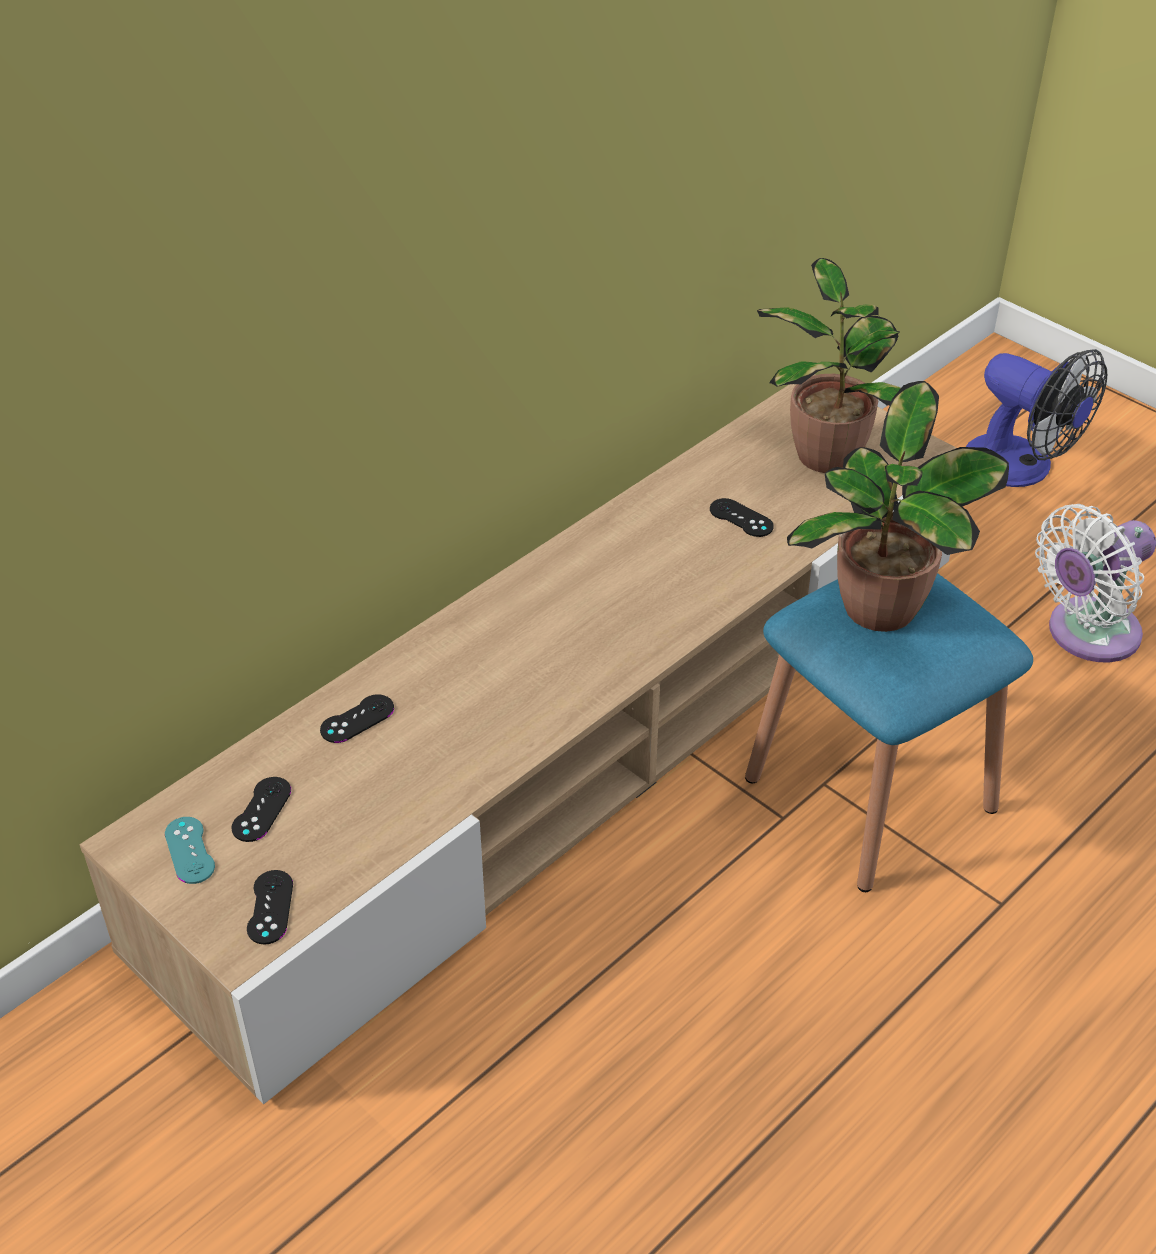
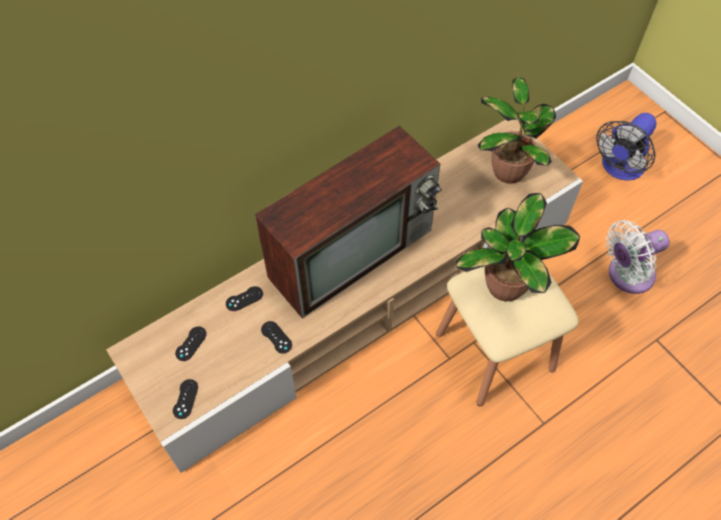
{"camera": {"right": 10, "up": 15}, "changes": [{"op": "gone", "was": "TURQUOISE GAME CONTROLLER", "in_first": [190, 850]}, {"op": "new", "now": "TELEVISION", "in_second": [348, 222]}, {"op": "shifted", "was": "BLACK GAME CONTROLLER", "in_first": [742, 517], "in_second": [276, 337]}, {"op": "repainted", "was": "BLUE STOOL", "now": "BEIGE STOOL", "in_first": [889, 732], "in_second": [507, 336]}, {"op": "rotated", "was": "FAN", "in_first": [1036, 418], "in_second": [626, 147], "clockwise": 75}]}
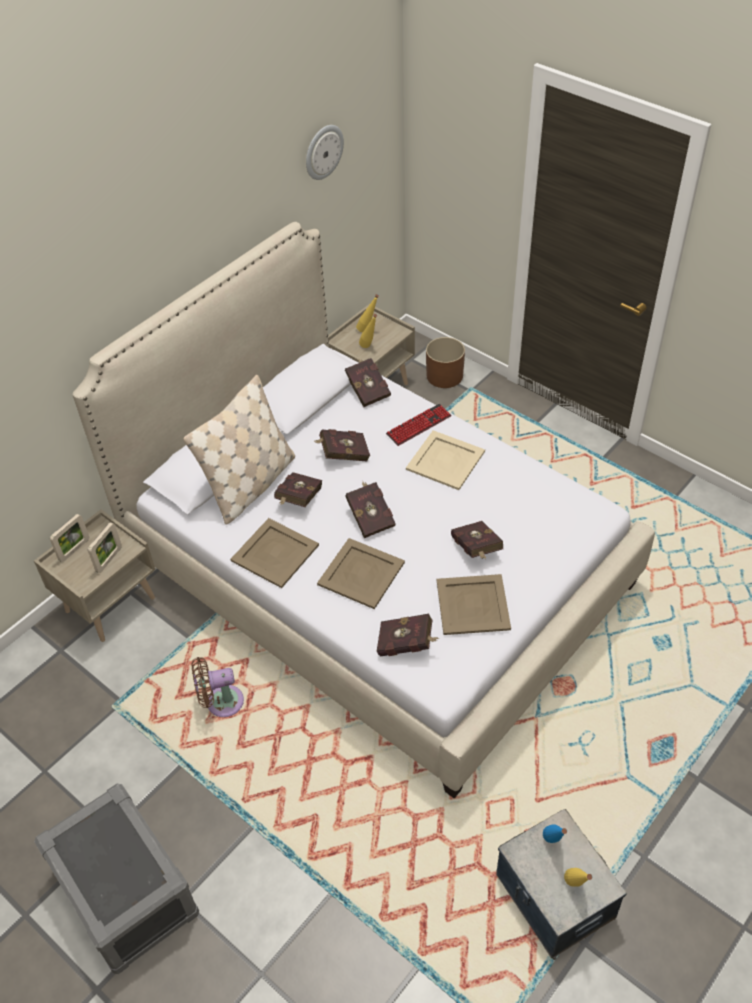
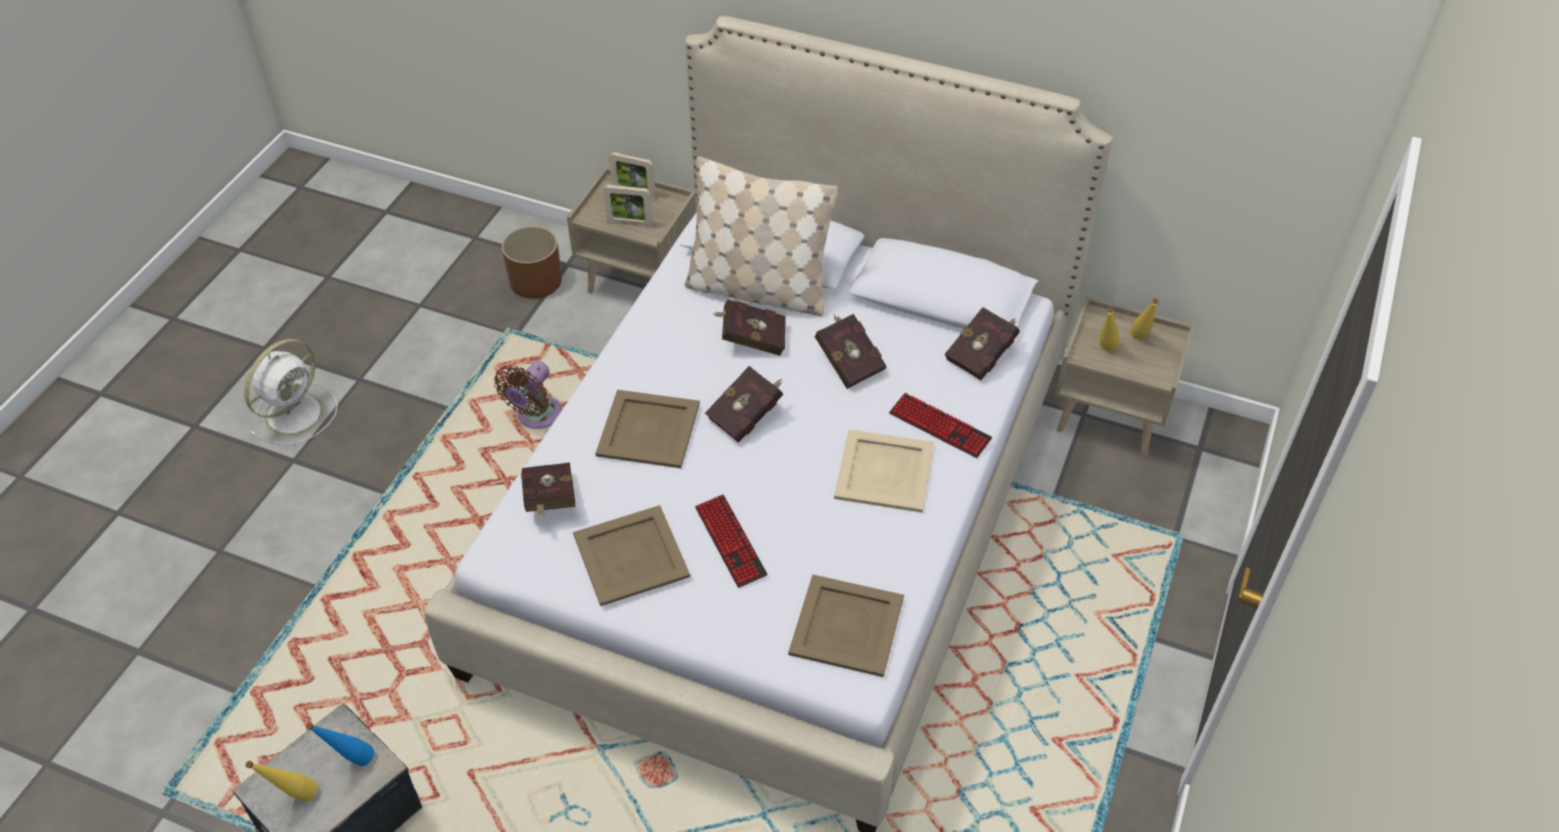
{"camera": {"right": 70, "up": 0}, "changes": [{"op": "gone", "was": "WALL CLOCK", "in_first": [325, 152]}, {"op": "shifted", "was": "BEIGE TRAY", "in_first": [274, 553], "in_second": [846, 625]}, {"op": "shifted", "was": "BROWN PLANTER", "in_first": [445, 362], "in_second": [532, 262]}, {"op": "swapped", "was": "GREY STORAGE BOX", "now": "WHITE FAN", "in_first": [116, 879], "in_second": [291, 392]}, {"op": "swapped", "was": "RED BOOK", "now": "KEYBOARD", "in_first": [477, 540], "in_second": [731, 541]}, {"op": "rotated", "was": "BROWN FAN", "in_first": [218, 687], "in_second": [528, 395], "clockwise": -120}]}
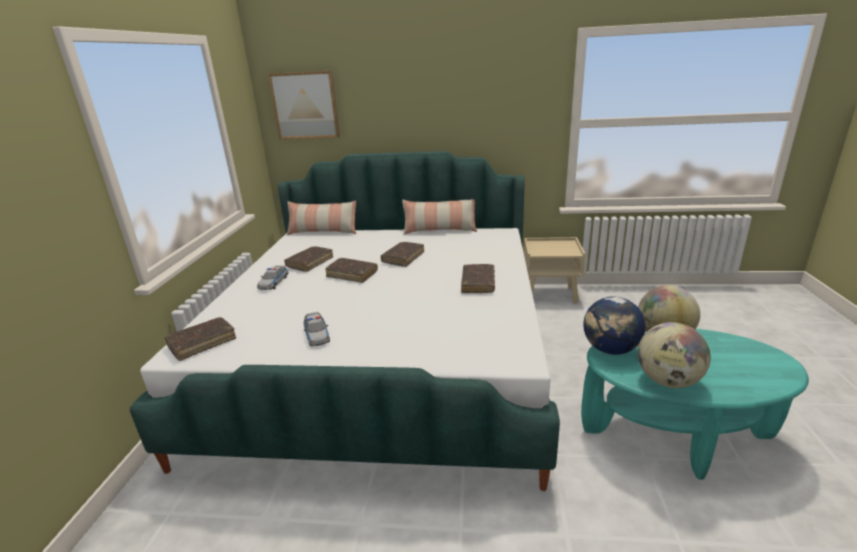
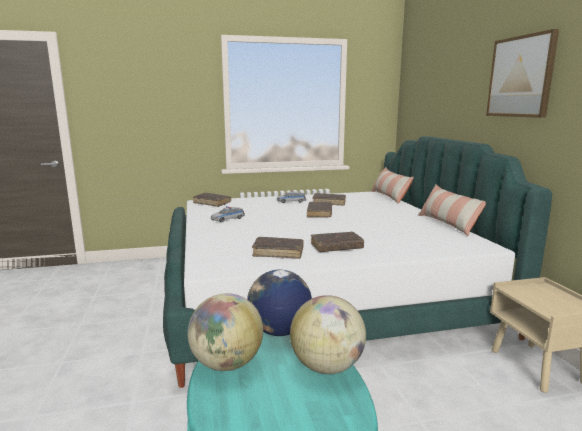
{"camera": {"right": 70, "up": -10}, "changes": [{"op": "shifted", "was": "PICTURE", "in_first": [304, 105], "in_second": [522, 73]}, {"op": "shifted", "was": "BROWN BOOK", "in_first": [402, 254], "in_second": [278, 248]}]}
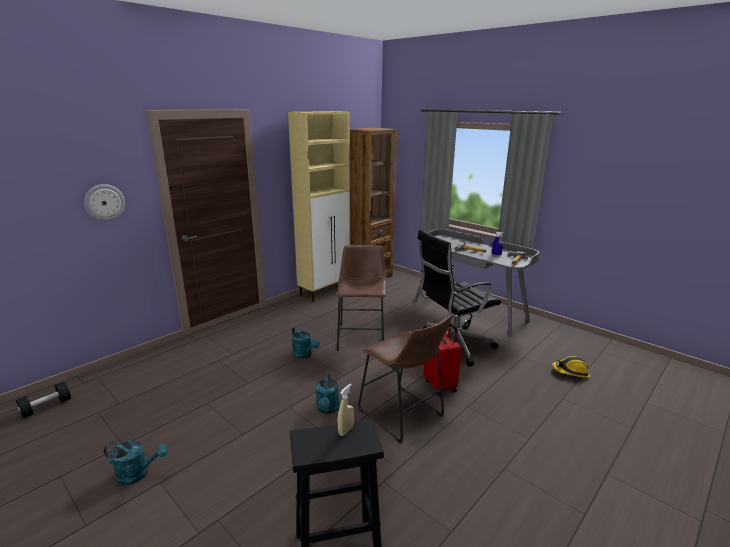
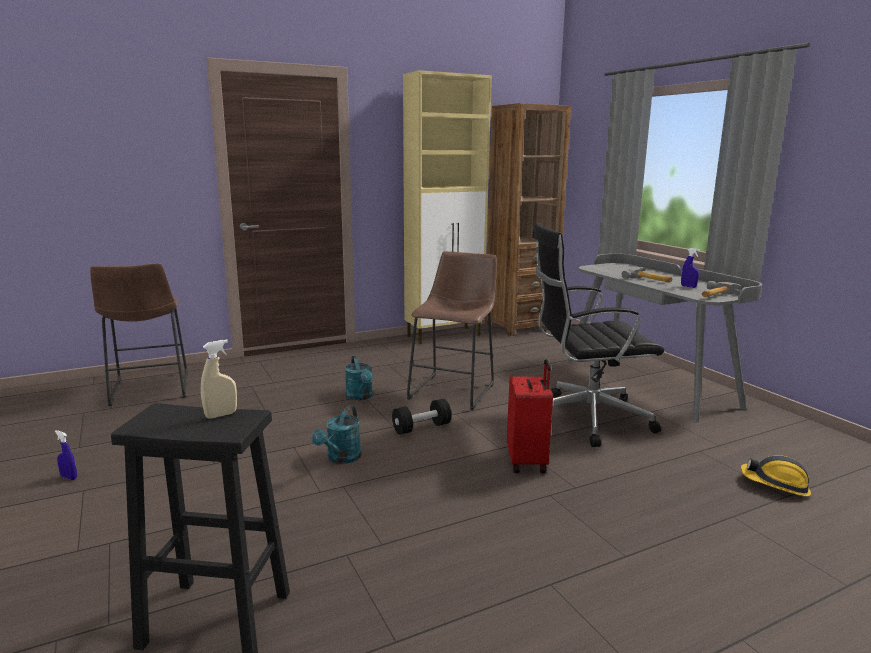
{"camera": {"right": 20, "up": -5}, "changes": [{"op": "gone", "was": "WALL CLOCK", "in_first": [104, 202]}, {"op": "shifted", "was": "BLACK DUMBBELL", "in_first": [43, 399], "in_second": [421, 417]}, {"op": "shifted", "was": "BROWN STOOL", "in_first": [405, 379], "in_second": [139, 334]}, {"op": "swapped", "was": "TURQUOISE WATERING CAN", "now": "BLUE SPRAY BOTTLE", "in_first": [136, 463], "in_second": [66, 455]}]}
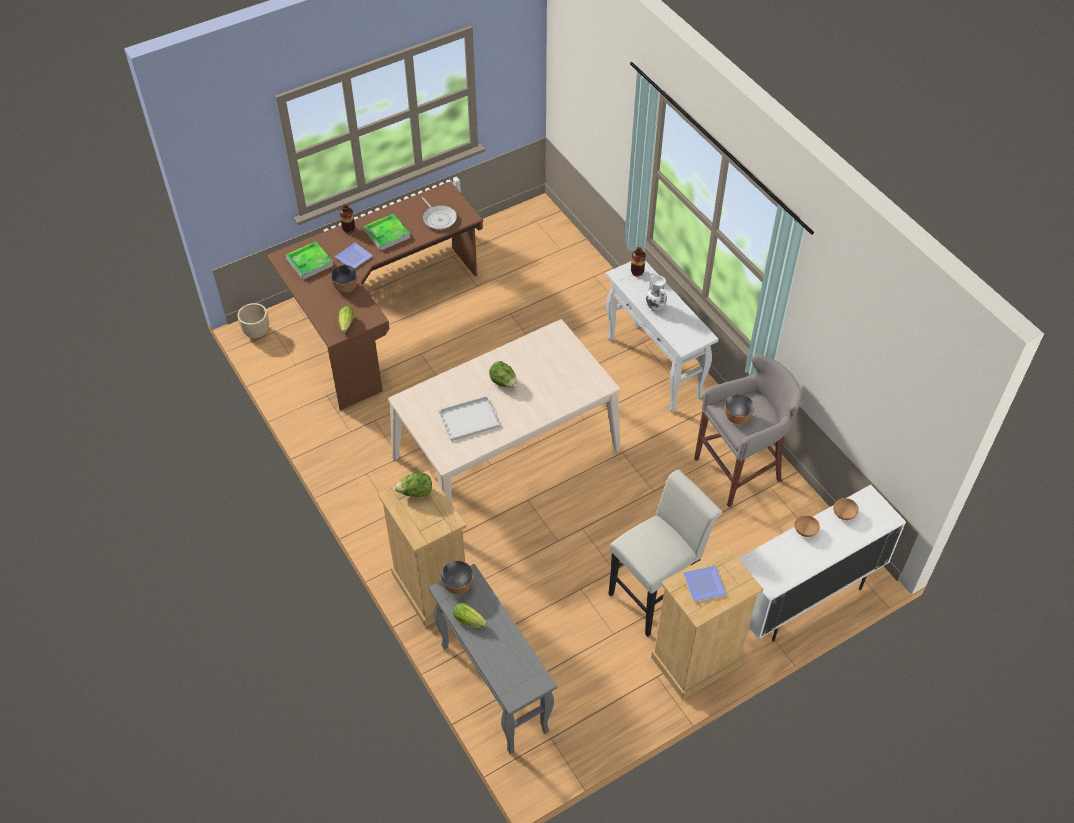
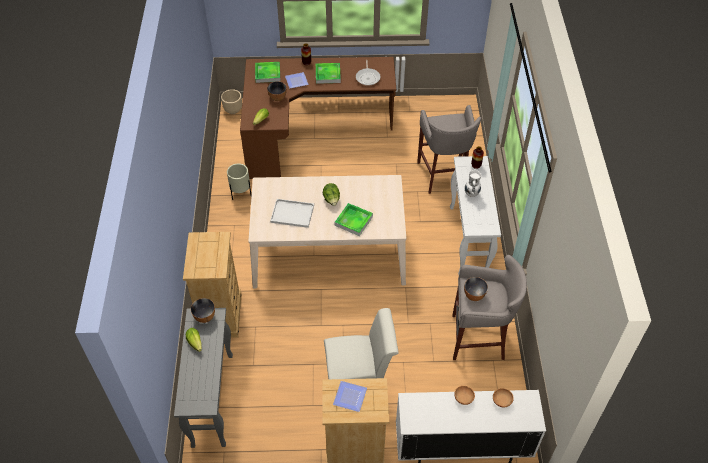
{"camera": {"right": 30, "up": 0}, "changes": [{"op": "gone", "was": "LETTUCE", "in_first": [413, 484]}, {"op": "new", "now": "BEIGE PLANTER", "in_second": [239, 181]}, {"op": "new", "now": "TRAY", "in_second": [353, 219]}, {"op": "new", "now": "GREY STOOL", "in_second": [449, 149]}]}
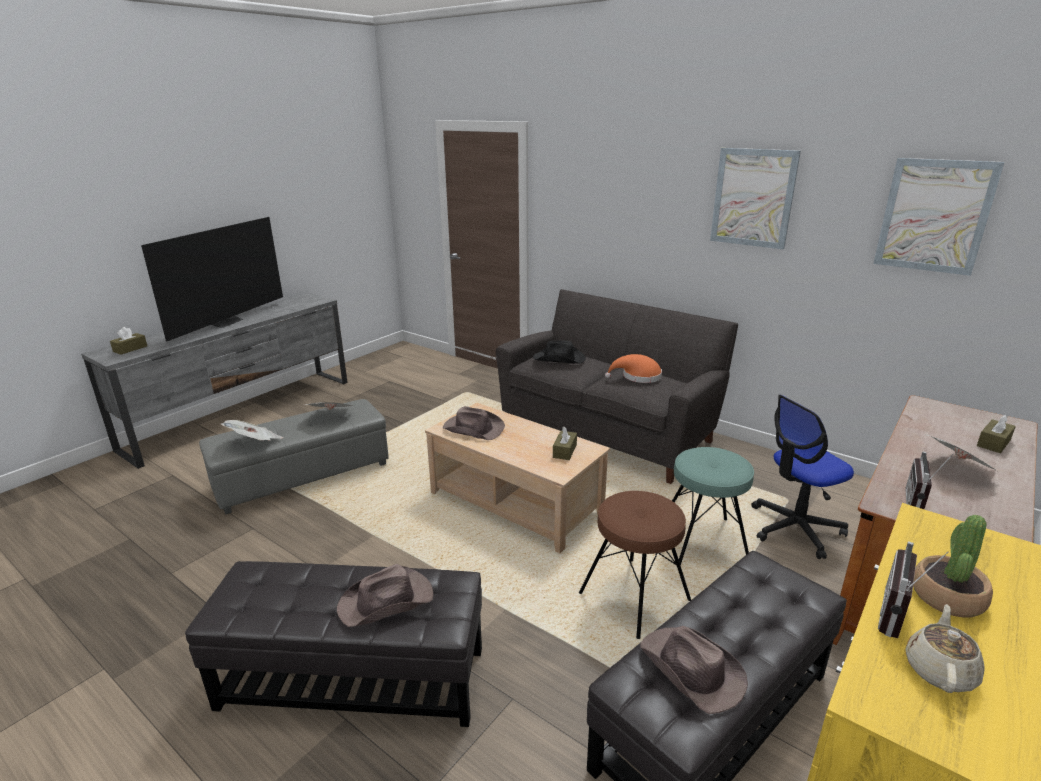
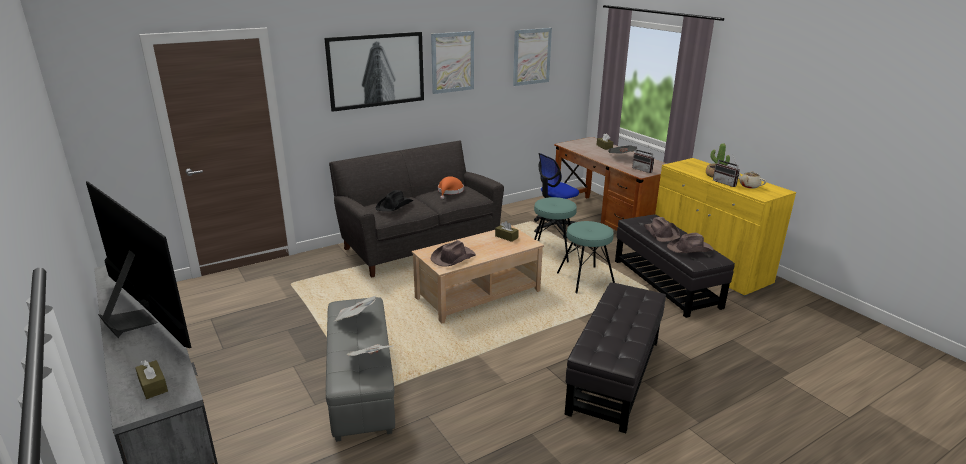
{"camera": {"right": -70, "up": 0}, "changes": [{"op": "new", "now": "PICTURE", "in_second": [374, 72]}, {"op": "shifted", "was": "BROWN HAT", "in_first": [385, 595], "in_second": [662, 229]}, {"op": "repainted", "was": "BROWN STOOL", "now": "TURQUOISE STOOL", "in_first": [635, 565], "in_second": [586, 257]}, {"op": "rotated", "was": "OFFICE CHAIR", "in_first": [802, 477], "in_second": [556, 195], "clockwise": 60}]}
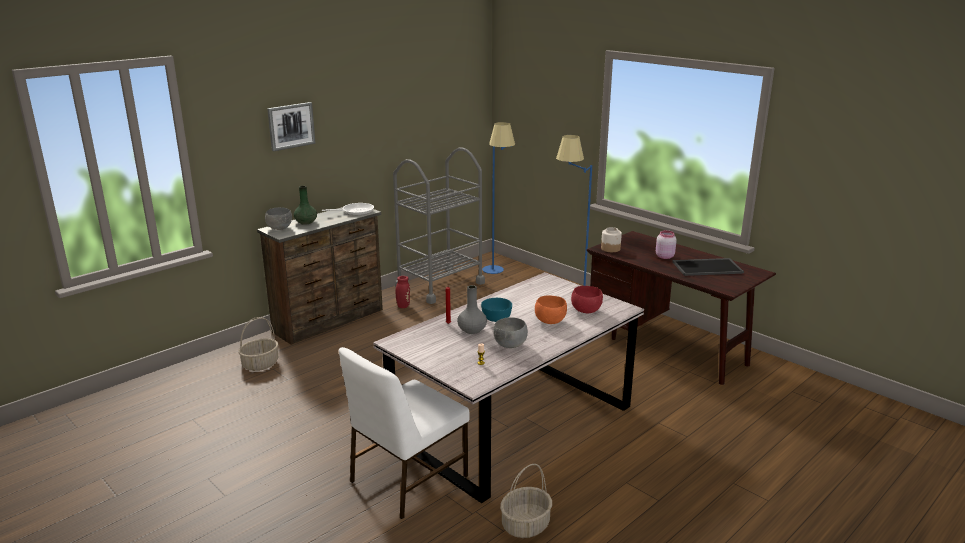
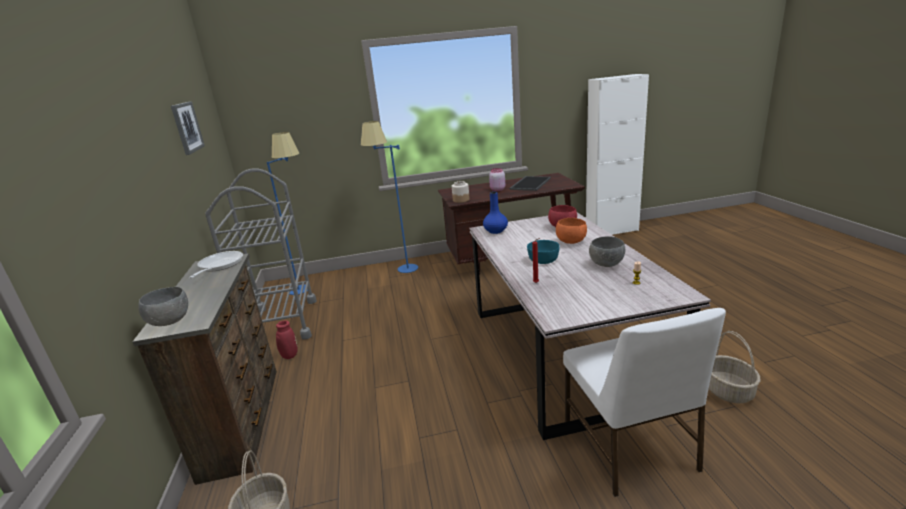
{"camera": {"right": -55, "up": 0}, "changes": [{"op": "gone", "was": "GREEN VASE", "in_first": [305, 205]}, {"op": "gone", "was": "GREY VASE", "in_first": [472, 309]}, {"op": "new", "now": "BLUE VASE", "in_second": [495, 213]}, {"op": "new", "now": "WHITE CABINET", "in_second": [617, 154]}, {"op": "shifted", "was": "PICTURE", "in_first": [291, 126], "in_second": [188, 128]}]}
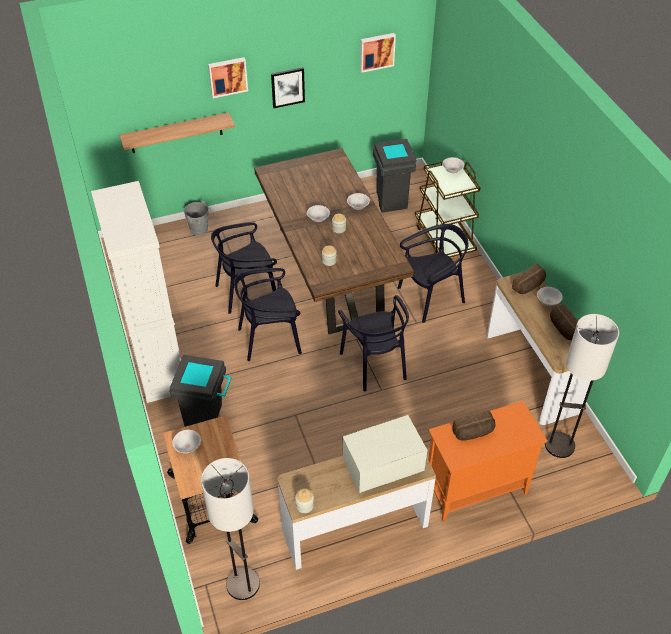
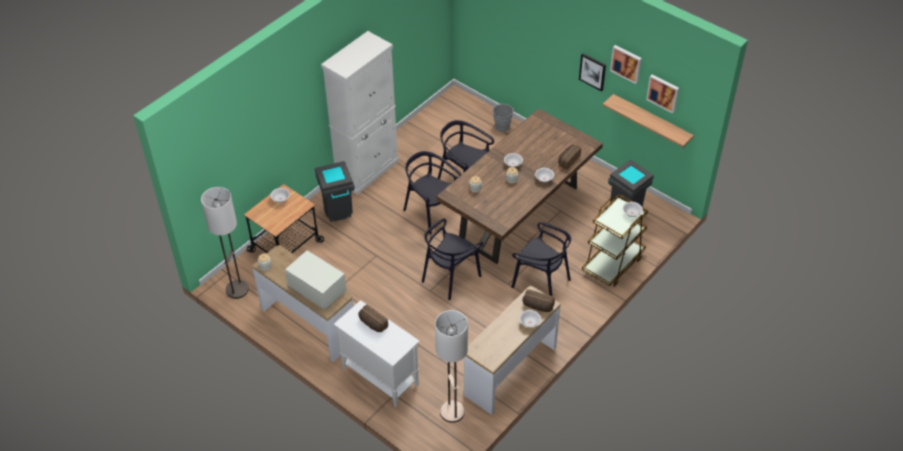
{"camera": {"right": 60, "up": 0}, "changes": [{"op": "shifted", "was": "SHELF", "in_first": [177, 132], "in_second": [648, 120]}, {"op": "shifted", "was": "PICTURE", "in_first": [228, 77], "in_second": [626, 64]}, {"op": "shifted", "was": "BREAD", "in_first": [564, 322], "in_second": [569, 157]}, {"op": "repainted", "was": "ORANGE CABINET", "now": "WHITE CABINET", "in_first": [488, 461], "in_second": [377, 353]}]}
